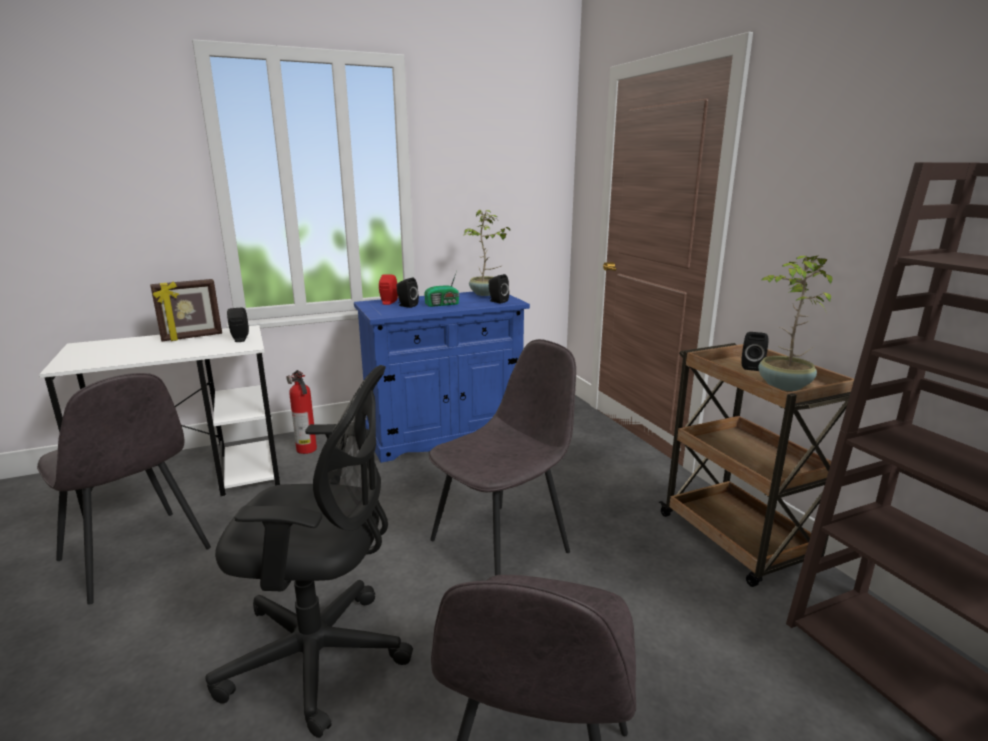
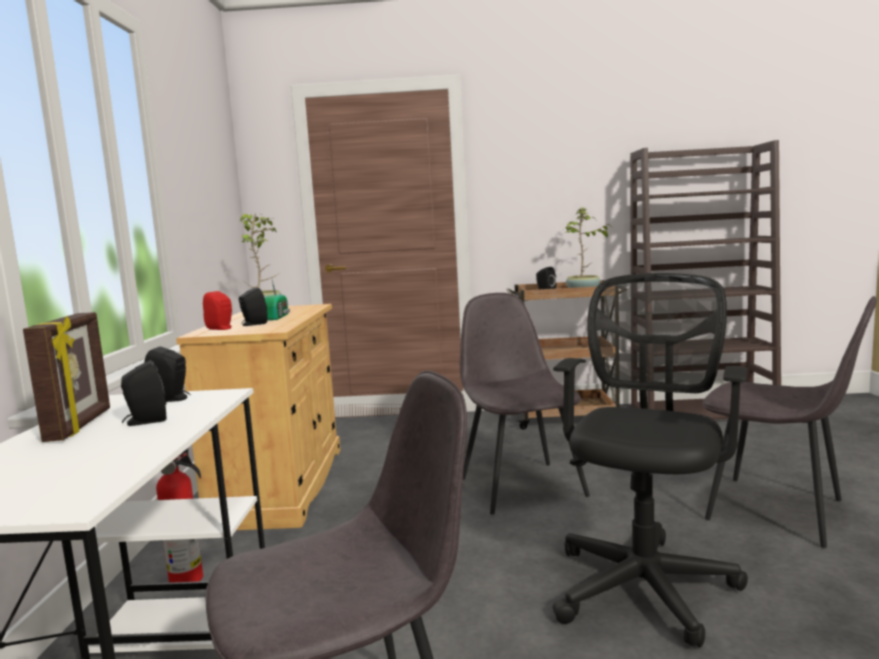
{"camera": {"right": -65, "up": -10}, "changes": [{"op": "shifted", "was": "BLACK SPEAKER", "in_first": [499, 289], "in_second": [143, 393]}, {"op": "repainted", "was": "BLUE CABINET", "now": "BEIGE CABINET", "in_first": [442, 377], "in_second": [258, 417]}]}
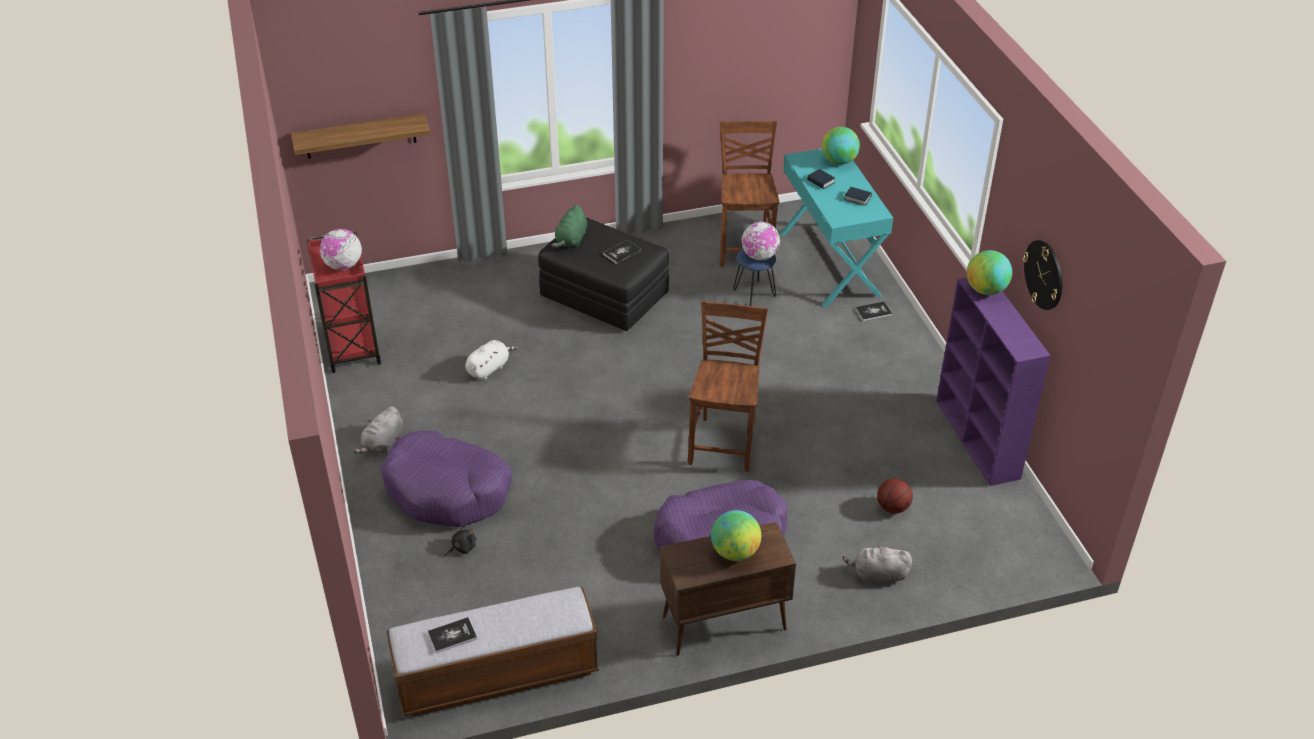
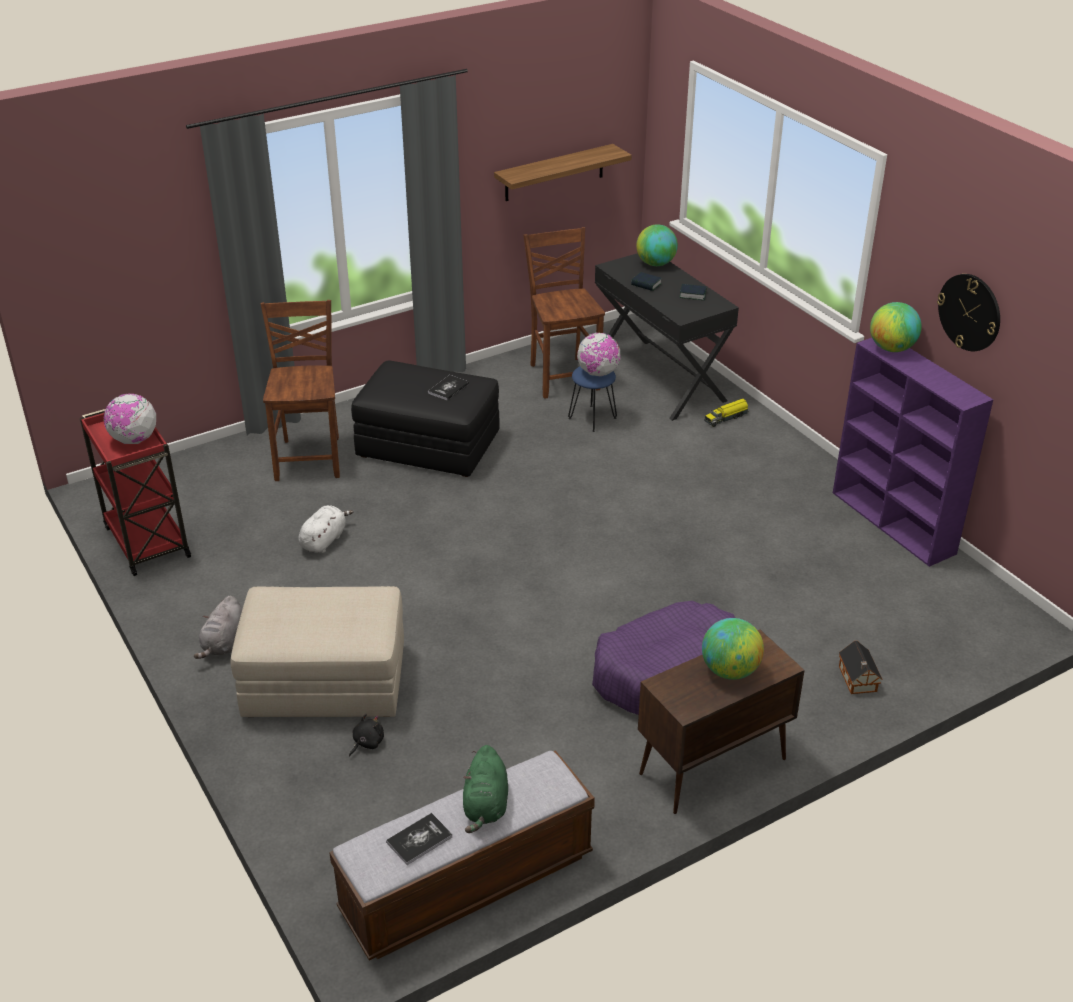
{"camera": {"right": -15, "up": -5}, "changes": [{"op": "gone", "was": "BASKETBALL", "in_first": [895, 496]}, {"op": "shifted", "was": "SHELF", "in_first": [360, 136], "in_second": [563, 172]}, {"op": "shifted", "was": "GREEN PLUSH TOY", "in_first": [569, 226], "in_second": [485, 789]}, {"op": "shifted", "was": "BROWN CHAIR", "in_first": [728, 386], "in_second": [300, 390]}, {"op": "swapped", "was": "PURPLE DOG BED", "now": "BEIGE OTTOMAN", "in_first": [446, 479], "in_second": [317, 651]}, {"op": "swapped", "was": "GREY PLUSH TOY", "now": "TOY HOUSE", "in_first": [877, 564], "in_second": [861, 667]}, {"op": "swapped", "was": "BOOK", "now": "TOY TRUCK", "in_first": [874, 311], "in_second": [726, 413]}, {"op": "repainted", "was": "TURQUOISE DESK", "now": "BLACK DESK", "in_first": [836, 228], "in_second": [667, 337]}]}
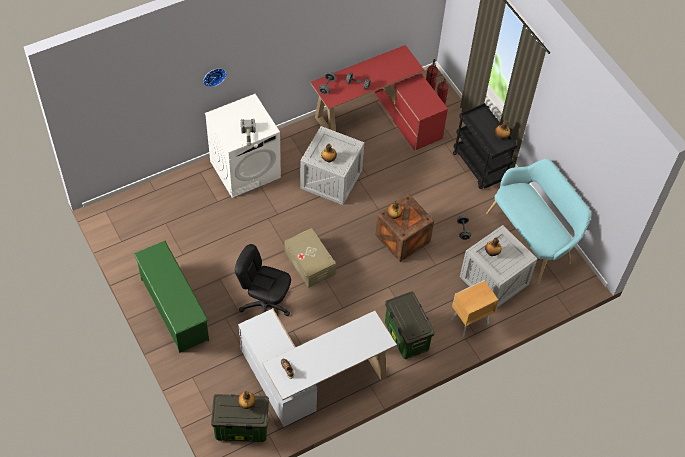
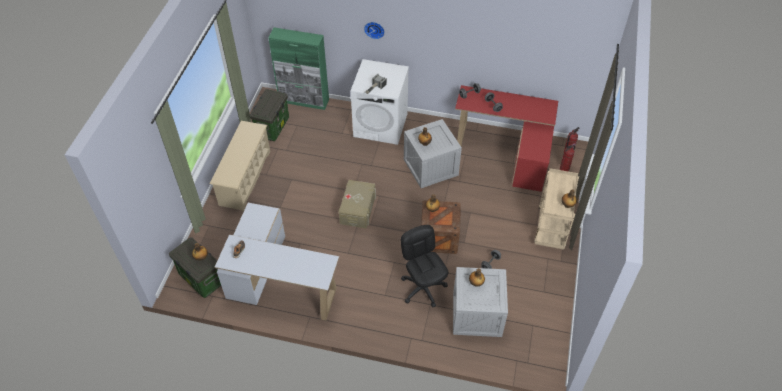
{"camera": {"right": 45, "up": -5}, "changes": [{"op": "gone", "was": "BROWN NIGHTSTAND", "in_first": [474, 308]}, {"op": "gone", "was": "TURQUOISE BENCH", "in_first": [538, 221]}, {"op": "new", "now": "GREEN CABINET", "in_second": [298, 69]}, {"op": "shifted", "was": "BLACK OFFICE CHAIR", "in_first": [263, 280], "in_second": [424, 266]}, {"op": "shifted", "was": "STORAGE BOX", "in_first": [410, 325], "in_second": [269, 115]}, {"op": "repainted", "was": "GREEN SHOE RACK", "now": "BEIGE SHOE RACK", "in_first": [171, 297], "in_second": [239, 166]}, {"op": "repainted", "was": "BLACK CART", "now": "BEIGE CART", "in_first": [485, 146], "in_second": [556, 208]}]}
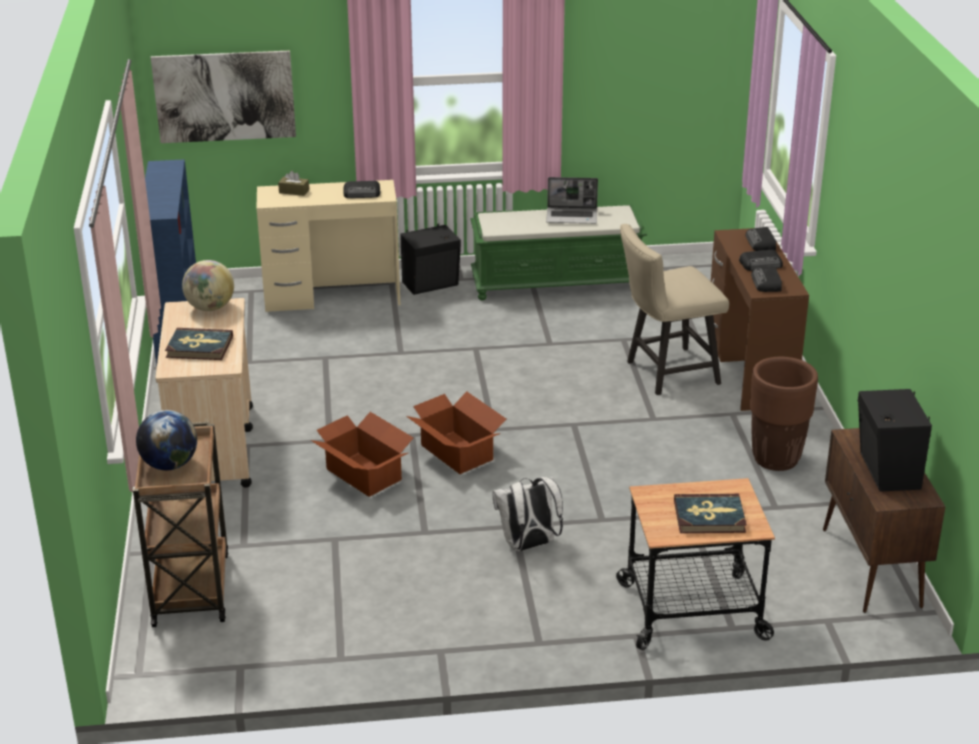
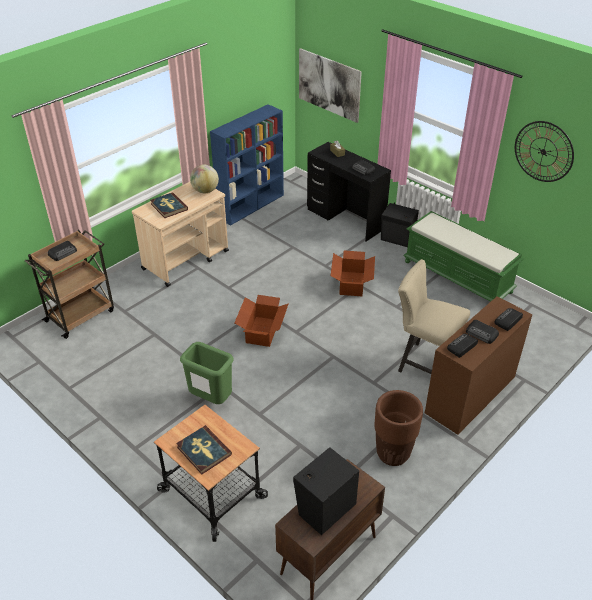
{"camera": {"right": 50, "up": 10}, "changes": [{"op": "gone", "was": "LAPTOP", "in_first": [572, 200]}, {"op": "new", "now": "WALL CLOCK", "in_second": [544, 151]}, {"op": "shifted", "was": "CARDBOARD BOX", "in_first": [362, 454], "in_second": [352, 273]}, {"op": "swapped", "was": "GLOBE", "now": "RADIO", "in_first": [166, 440], "in_second": [62, 251]}, {"op": "swapped", "was": "WHITE BACKPACK", "now": "GREEN TRASH CAN", "in_first": [527, 514], "in_second": [207, 373]}, {"op": "repainted", "was": "BEIGE DESK", "now": "BLACK DESK", "in_first": [328, 246], "in_second": [349, 192]}]}
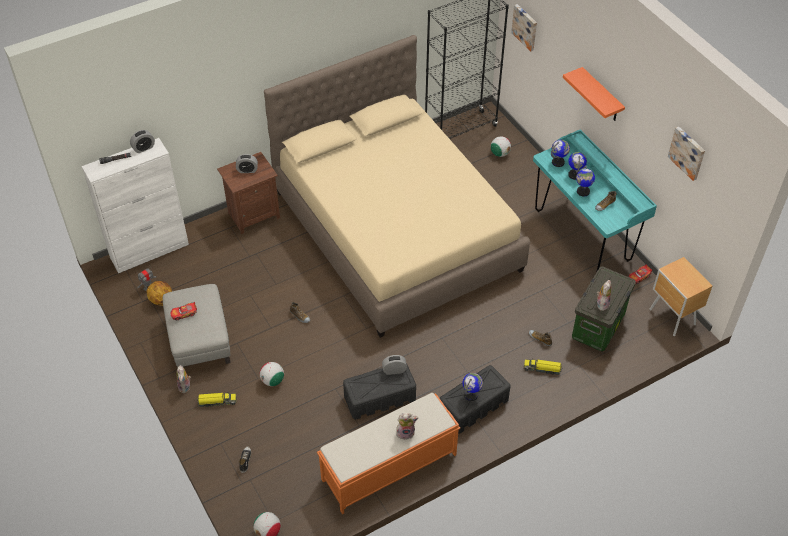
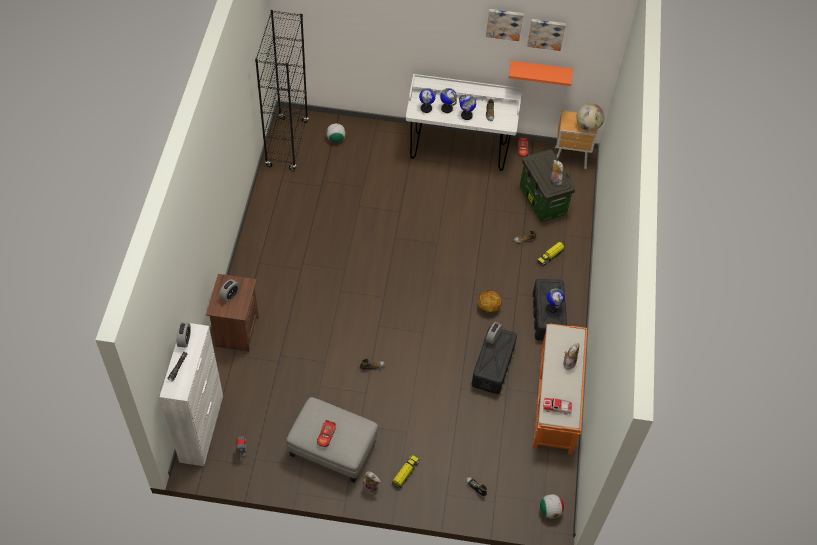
{"camera": {"right": -55, "up": 5}, "changes": [{"op": "gone", "was": "FOOTBALL", "in_first": [272, 374]}, {"op": "gone", "was": "BEIGE BED", "in_first": [397, 186]}, {"op": "new", "now": "TOY CAR", "in_second": [557, 406]}, {"op": "new", "now": "GLOBE", "in_second": [590, 117]}, {"op": "shifted", "was": "BASKETBALL", "in_first": [159, 293], "in_second": [489, 301]}, {"op": "shifted", "was": "PICTURE", "in_first": [524, 28], "in_second": [505, 25]}, {"op": "shifted", "was": "ORANGE SHELF", "in_first": [594, 94], "in_second": [541, 73]}, {"op": "repainted", "was": "TURQUOISE DESK", "now": "WHITE DESK", "in_first": [595, 200], "in_second": [464, 122]}]}
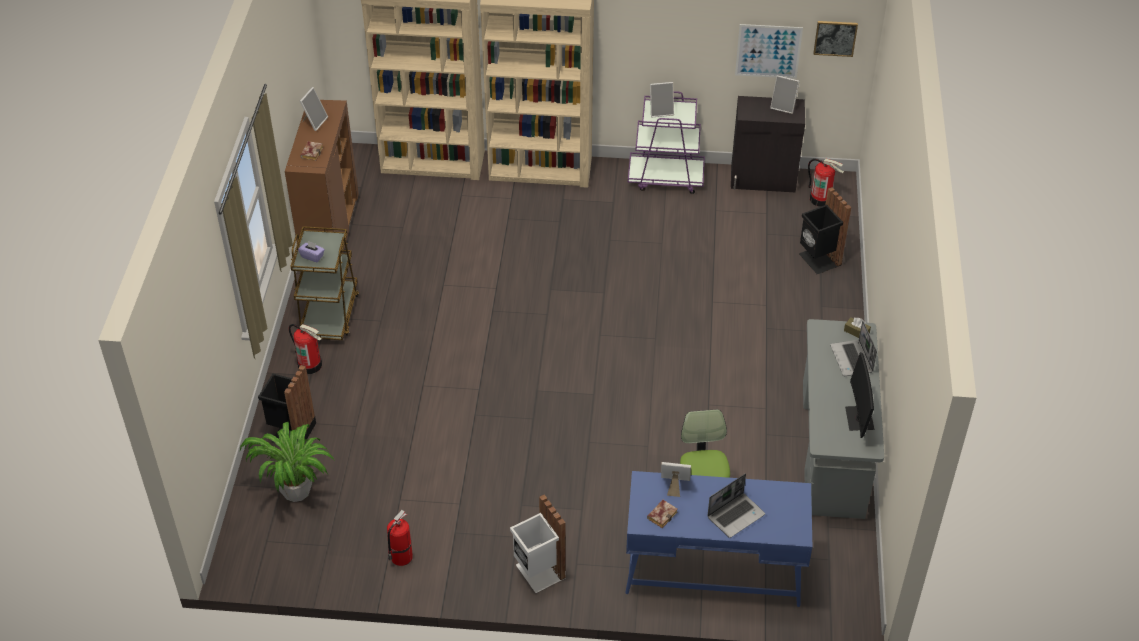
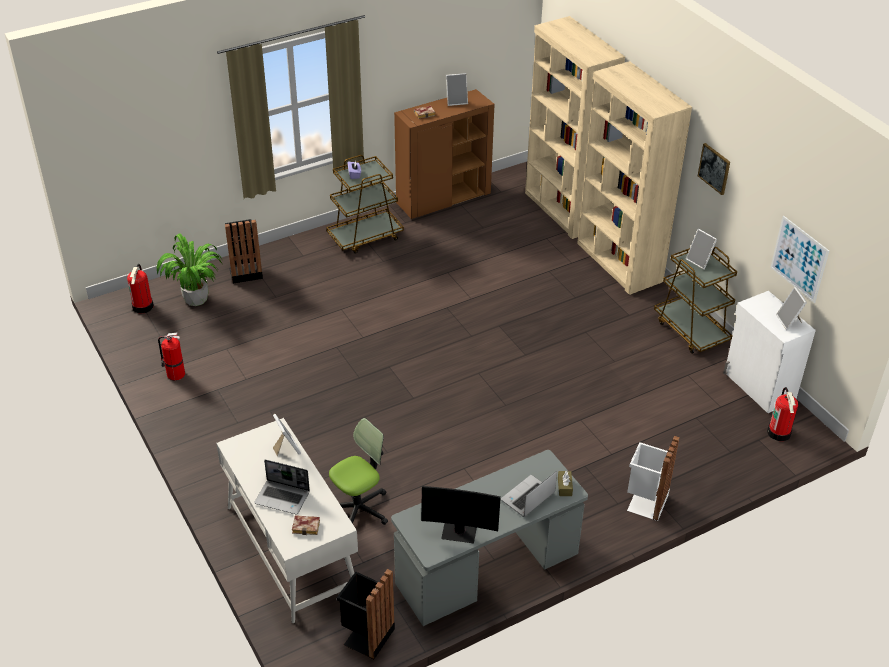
{"camera": {"right": 55, "up": -5}, "changes": [{"op": "shifted", "was": "FIRE EXTINGUISHER", "in_first": [305, 349], "in_second": [140, 289]}, {"op": "shifted", "was": "WHITE TRASH CAN", "in_first": [538, 543], "in_second": [653, 478]}, {"op": "shifted", "was": "BOOK", "in_first": [662, 514], "in_second": [306, 525]}, {"op": "shifted", "was": "BLACK TRASH CAN", "in_first": [825, 230], "in_second": [366, 614]}, {"op": "shifted", "was": "PICTURE", "in_first": [835, 39], "in_second": [714, 169]}, {"op": "repainted", "was": "BLUE DESK", "now": "WHITE DESK", "in_first": [718, 539], "in_second": [287, 520]}, {"op": "repainted", "was": "PURPLE CART", "now": "BROWN CART", "in_first": [666, 142], "in_second": [695, 300]}, {"op": "repainted", "was": "BLACK CABINET", "now": "WHITE CABINET", "in_first": [768, 144], "in_second": [769, 352]}, {"op": "rotated", "was": "MONITOR", "in_first": [859, 395], "in_second": [461, 515], "clockwise": -135}]}
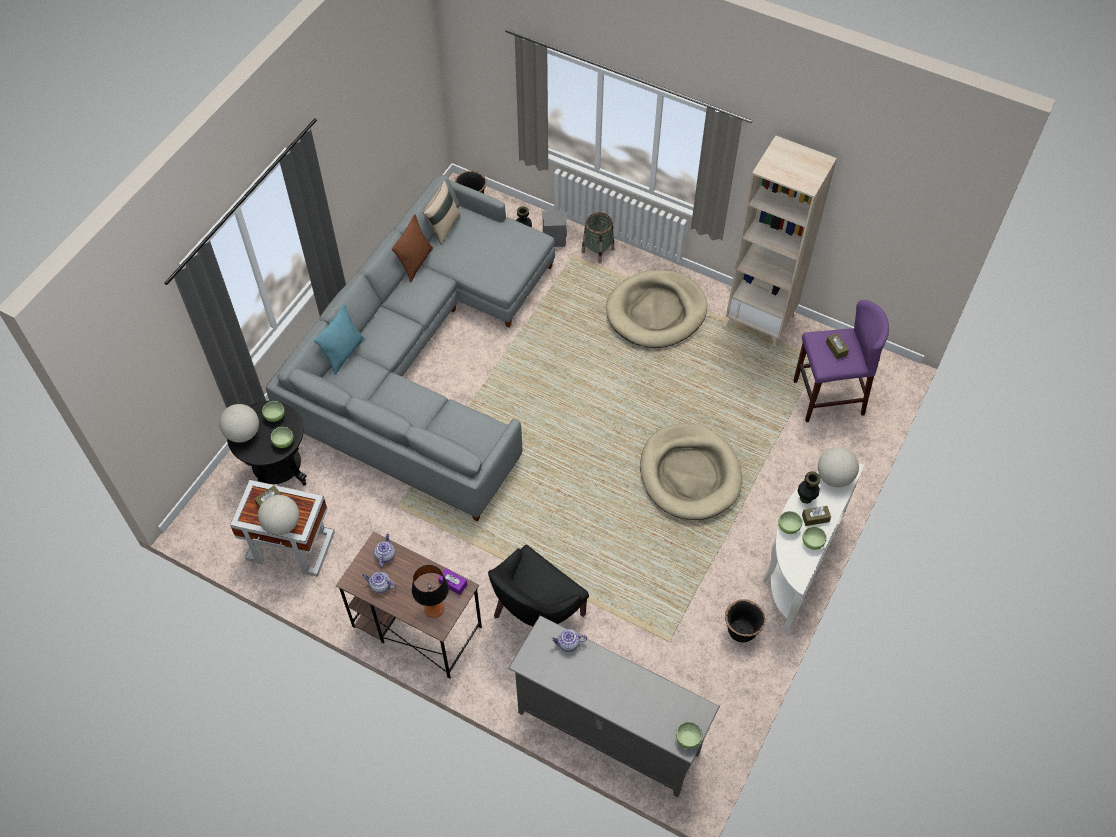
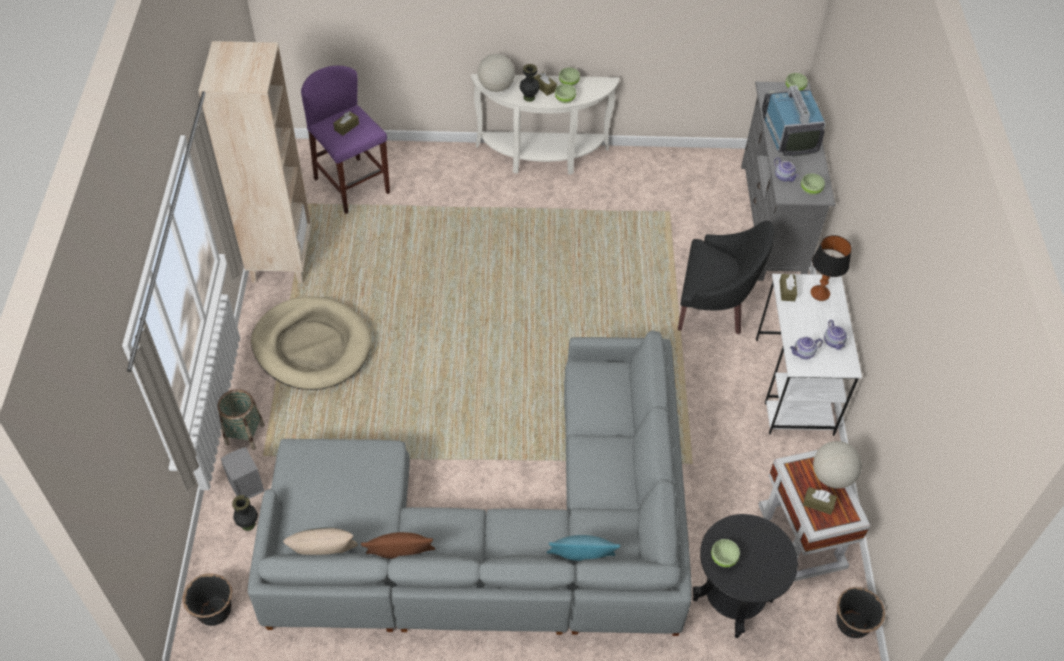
{"camera": {"right": -120, "up": -5}, "changes": [{"op": "gone", "was": "GLOBE", "in_first": [239, 423]}, {"op": "gone", "was": "BEIGE DOG BED", "in_first": [691, 471]}, {"op": "new", "now": "TELEVISION", "in_second": [794, 121]}, {"op": "shifted", "was": "GREEN BOWL", "in_first": [282, 437], "in_second": [813, 184]}, {"op": "shifted", "was": "BLACK PLANTER", "in_first": [745, 621], "in_second": [860, 612]}, {"op": "repainted", "was": "BROWN DESK", "now": "WHITE DESK", "in_first": [409, 605], "in_second": [809, 355]}, {"op": "repainted", "was": "PURPLE TISSUE BOX", "now": "BROWN TISSUE BOX", "in_first": [452, 581], "in_second": [788, 287]}]}
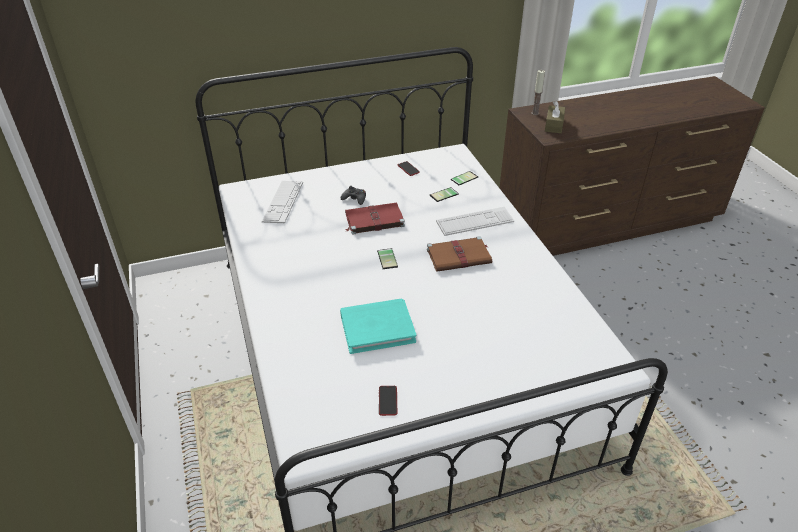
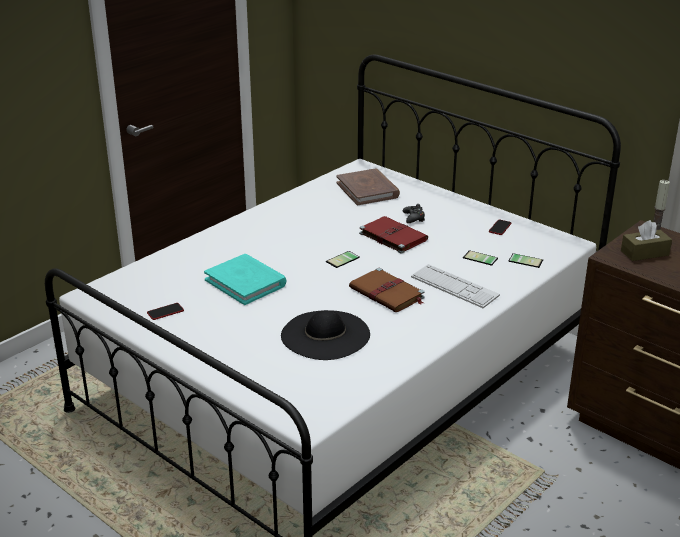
{"camera": {"right": 60, "up": -10}, "changes": [{"op": "new", "now": "BLACK HAT", "in_second": [325, 335]}, {"op": "swapped", "was": "KEYBOARD", "now": "BROWN BOOK", "in_first": [282, 202], "in_second": [368, 186]}]}
